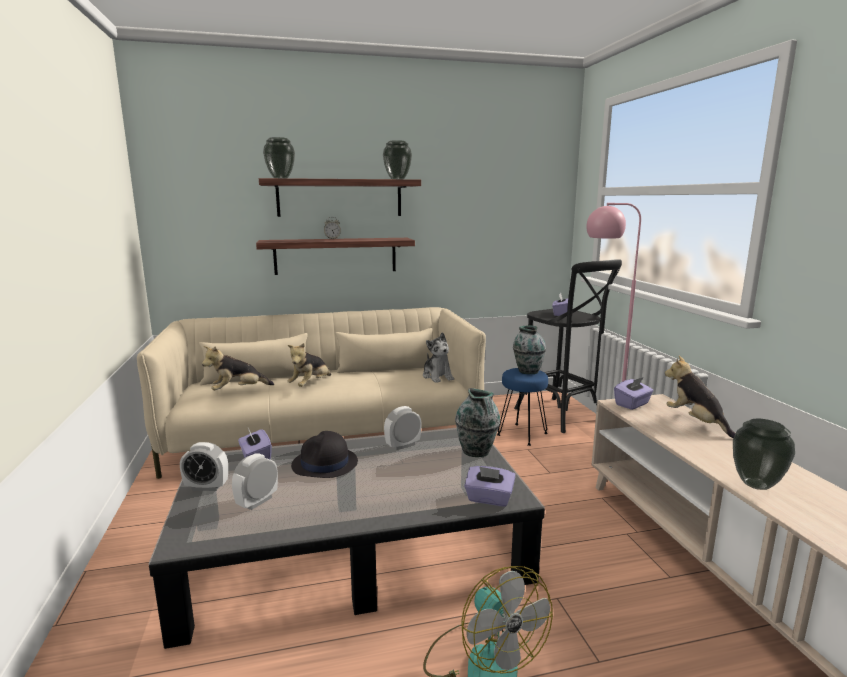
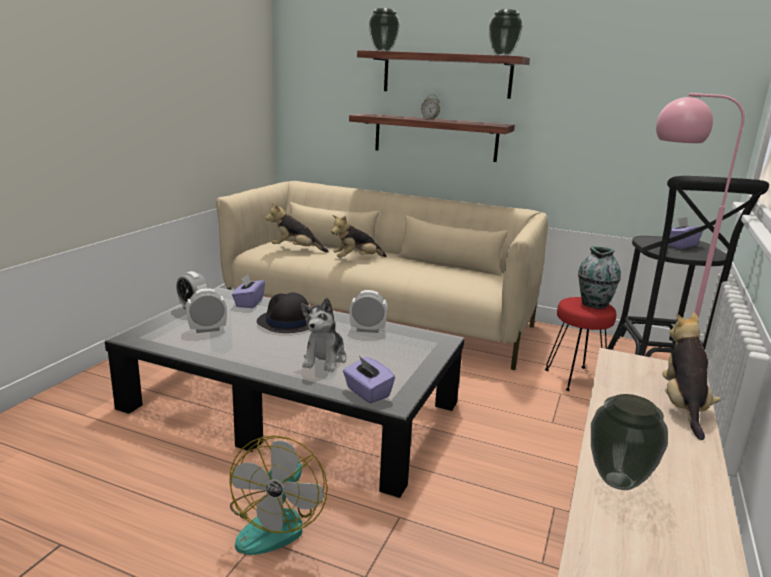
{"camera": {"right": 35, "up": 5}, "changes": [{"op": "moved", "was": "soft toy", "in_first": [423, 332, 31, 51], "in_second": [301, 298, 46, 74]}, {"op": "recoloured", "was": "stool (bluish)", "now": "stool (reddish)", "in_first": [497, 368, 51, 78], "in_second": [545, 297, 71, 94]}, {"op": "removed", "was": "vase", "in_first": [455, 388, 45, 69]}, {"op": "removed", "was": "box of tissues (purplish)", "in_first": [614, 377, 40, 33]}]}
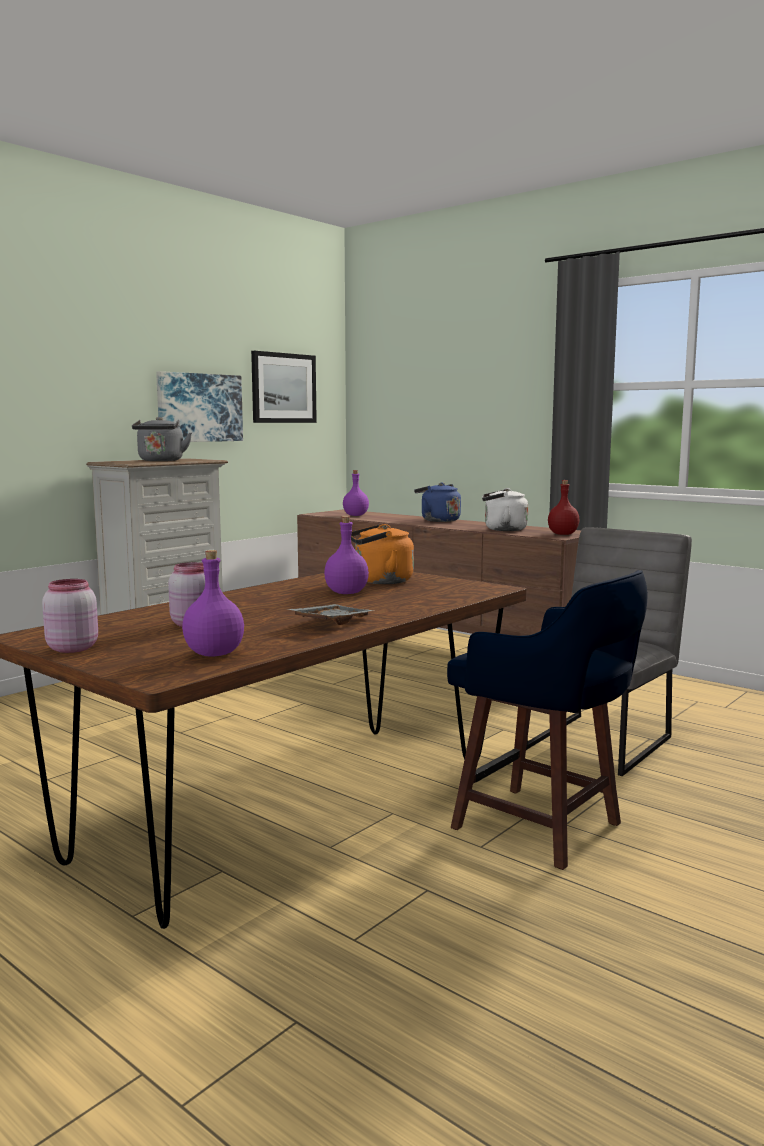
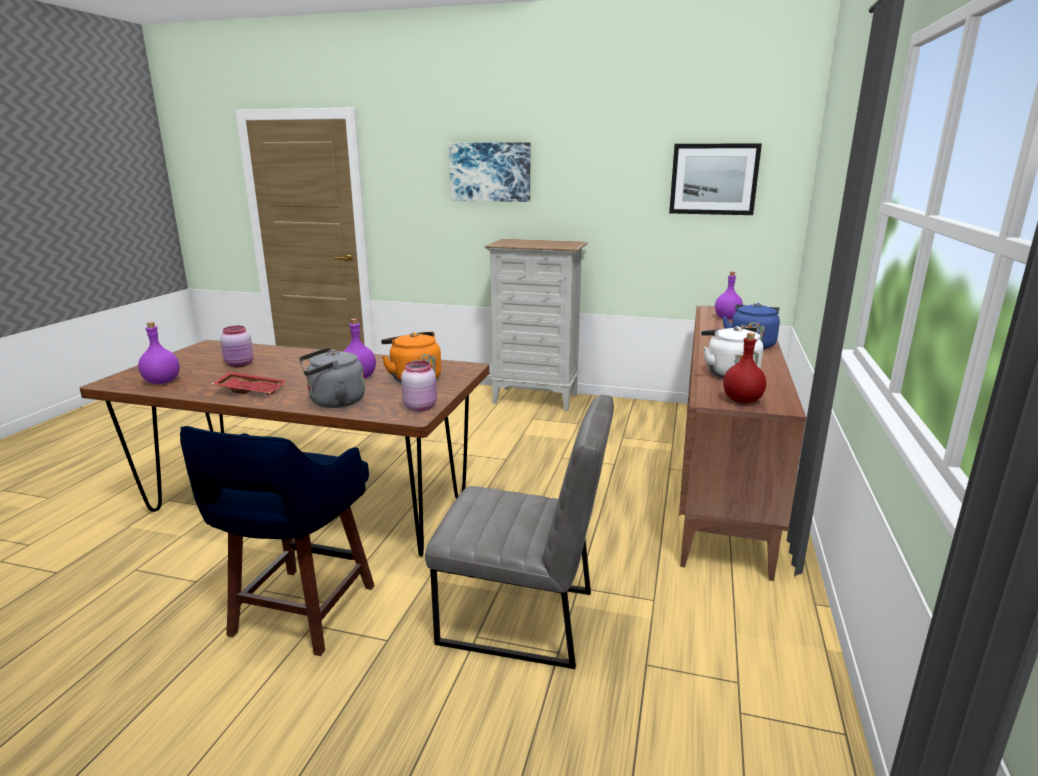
{"camera": {"right": 65, "up": 10}, "changes": [{"op": "recoloured", "was": "carrying tray (gray)", "now": "carrying tray (reddish)", "in_first": [287, 604, 86, 21], "in_second": [212, 372, 75, 23]}, {"op": "moved", "was": "tea kettle (gray)", "in_first": [132, 417, 60, 44], "in_second": [299, 347, 66, 61]}, {"op": "moved", "was": "jar (pink-coloured)", "in_first": [42, 579, 56, 74], "in_second": [401, 361, 36, 51]}, {"op": "moved", "was": "picture", "in_first": [156, 371, 87, 71], "in_second": [449, 142, 81, 60]}]}
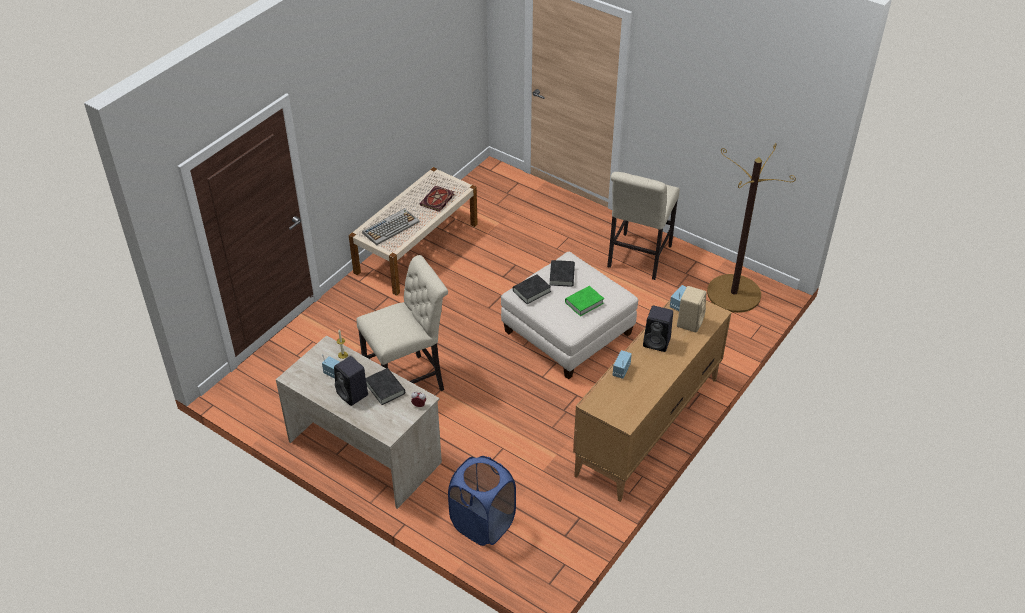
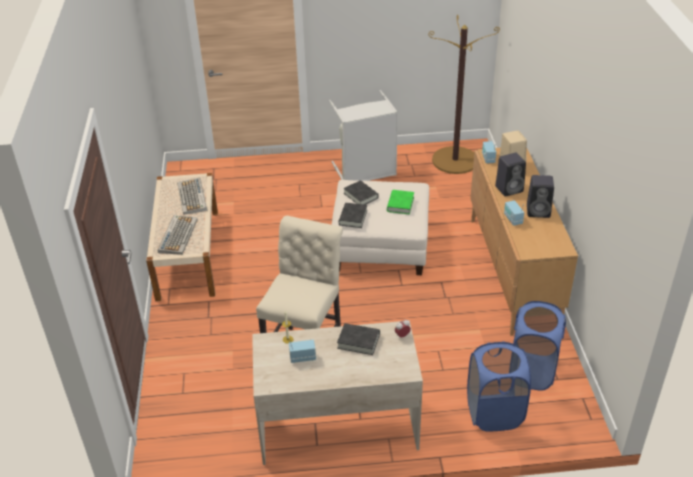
{"camera": {"right": -40, "up": -5}, "changes": [{"op": "replaced", "was": "book", "now": "keyboard", "in_first": [420, 186, 34, 26], "in_second": [177, 177, 31, 38]}, {"op": "replaced", "was": "stool (sand-coloured)", "now": "hamper (gray)", "in_first": [607, 172, 73, 108], "in_second": [329, 90, 69, 91]}, {"op": "added", "now": "hamper (bluish)", "in_second": [513, 301, 53, 90]}, {"op": "moved", "was": "loudspeaker (blackish)", "in_first": [334, 356, 34, 50], "in_second": [527, 175, 27, 43]}]}
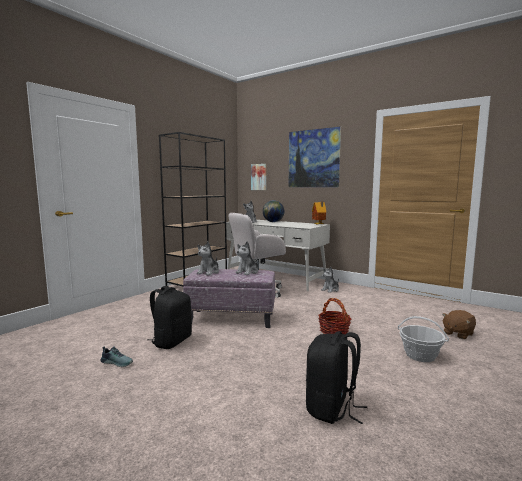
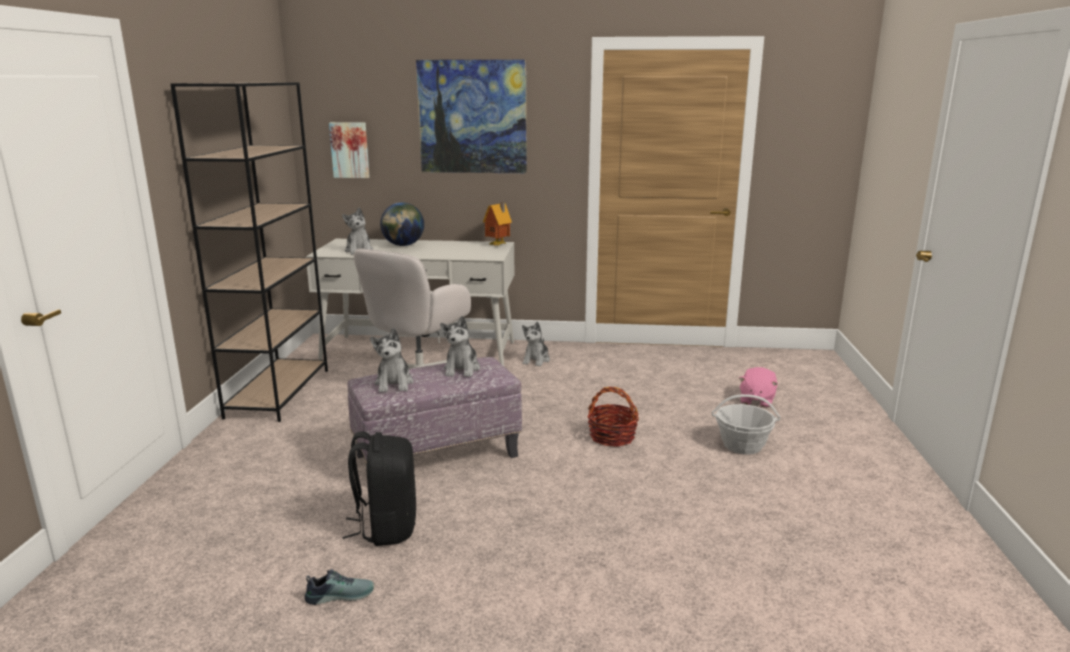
{"camera": {"right": -30, "up": 10}, "changes": [{"op": "recoloured", "was": "soft toy (brownish)", "now": "soft toy (pink-coloured)", "in_first": [442, 310, 34, 29], "in_second": [739, 367, 39, 41]}, {"op": "removed", "was": "rucksack (blackish)", "in_first": [306, 331, 61, 93]}]}
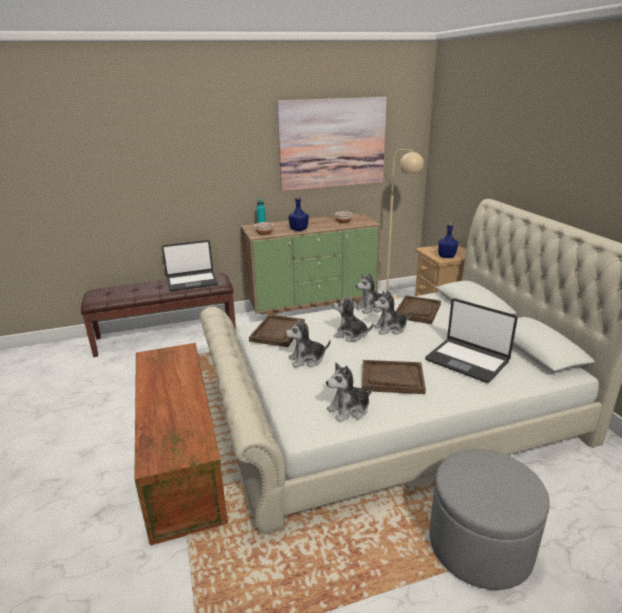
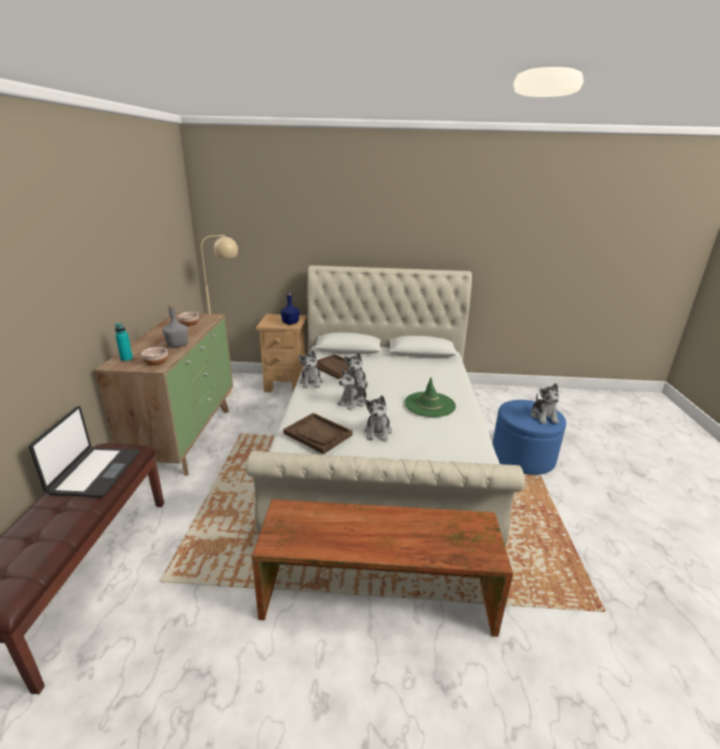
{"camera": {"right": -70, "up": 0}, "changes": [{"op": "recoloured", "was": "drink bottle (bluish)", "now": "drink bottle (gray)", "in_first": [288, 196, 21, 35], "in_second": [162, 305, 26, 42]}, {"op": "replaced", "was": "carrying tray (brownish)", "now": "wearable hat (green)", "in_first": [362, 360, 64, 34], "in_second": [404, 378, 52, 39]}, {"op": "recoloured", "was": "pouffe (gray)", "now": "pouffe (bluish)", "in_first": [429, 449, 121, 141], "in_second": [492, 400, 74, 75]}, {"op": "moved", "was": "soft toy", "in_first": [326, 362, 48, 60], "in_second": [531, 383, 28, 41]}, {"op": "removed", "was": "picture", "in_first": [277, 97, 110, 94]}, {"op": "removed", "was": "notebook computer", "in_first": [425, 298, 92, 85]}]}
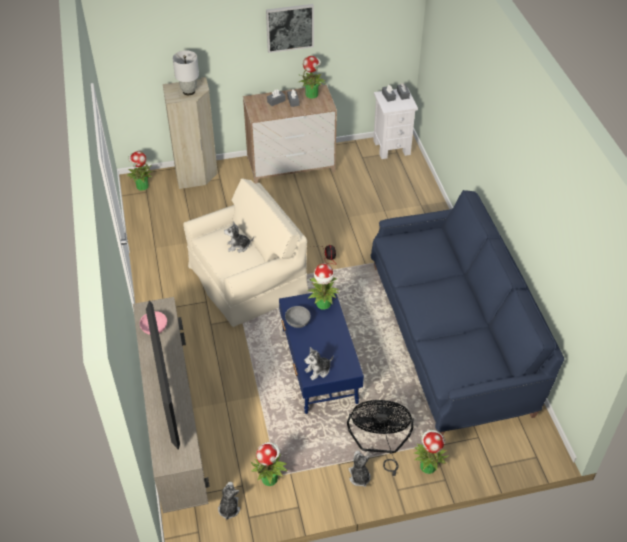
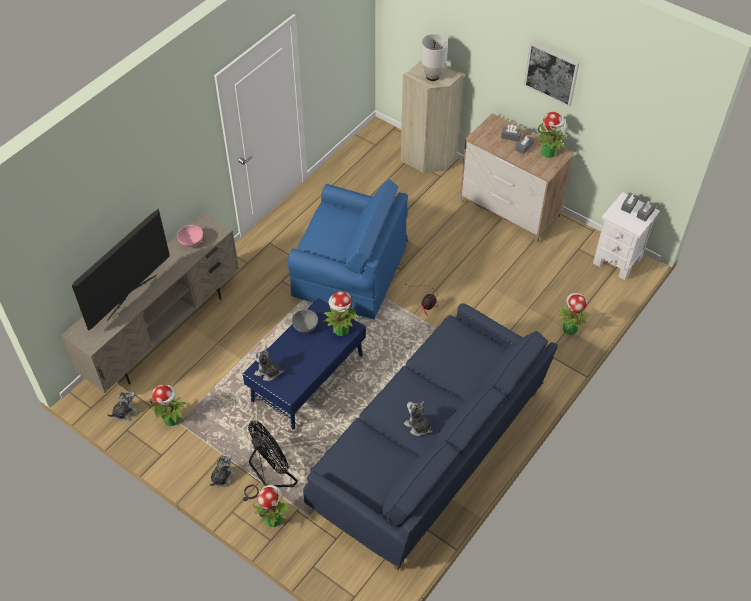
{"camera": {"right": 50, "up": 5}, "changes": [{"op": "recoloured", "was": "armchair (sand-coloured)", "now": "armchair (bluish)", "in_first": [183, 179, 125, 148], "in_second": [287, 180, 121, 139]}, {"op": "moved", "was": "soft toy", "in_first": [224, 221, 30, 32], "in_second": [404, 401, 29, 35]}, {"op": "moved", "was": "houseplant", "in_first": [126, 151, 27, 39], "in_second": [558, 293, 32, 42]}]}
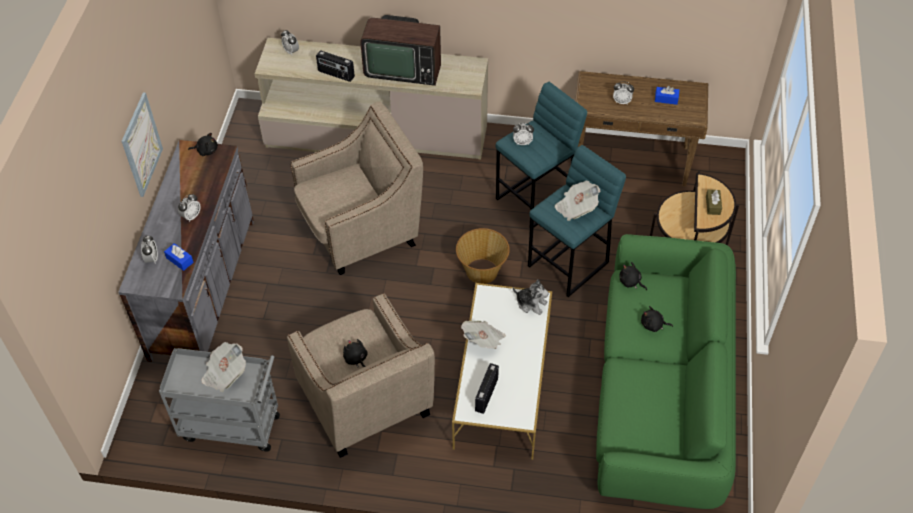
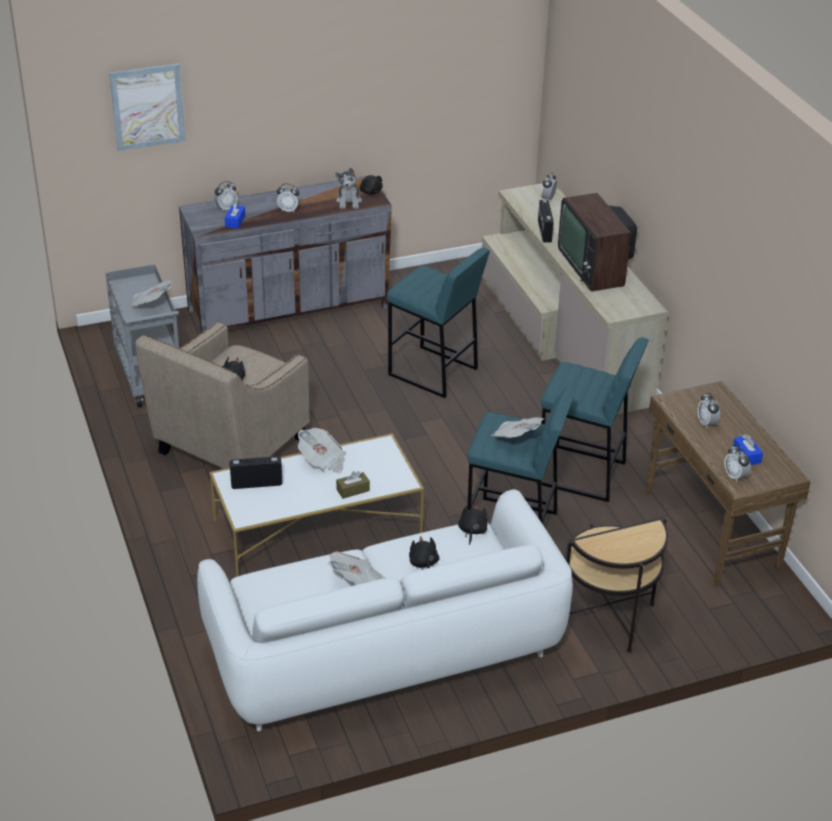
{"camera": {"right": 60, "up": -15}, "changes": [{"op": "moved", "was": "picture", "in_first": [121, 93, 42, 104], "in_second": [109, 64, 76, 87]}, {"op": "recoloured", "was": "sofa (green)", "now": "sofa (whitish)", "in_first": [596, 234, 140, 275], "in_second": [197, 490, 376, 241]}, {"op": "added", "now": "newspaper", "in_second": [328, 551, 58, 33]}, {"op": "moved", "was": "soft toy", "in_first": [513, 280, 36, 35], "in_second": [335, 168, 27, 41]}, {"op": "moved", "was": "box of tissues (brownish)", "in_first": [706, 190, 16, 25], "in_second": [336, 471, 34, 28]}, {"op": "replaced", "was": "armchair (sand-coloured)", "now": "stool (turquoise-coloured)", "in_first": [290, 101, 133, 174], "in_second": [387, 247, 103, 151]}, {"op": "moved", "was": "bedside clock", "in_first": [513, 123, 21, 22], "in_second": [724, 445, 27, 37]}, {"op": "removed", "was": "storage basket", "in_first": [456, 228, 54, 56]}]}
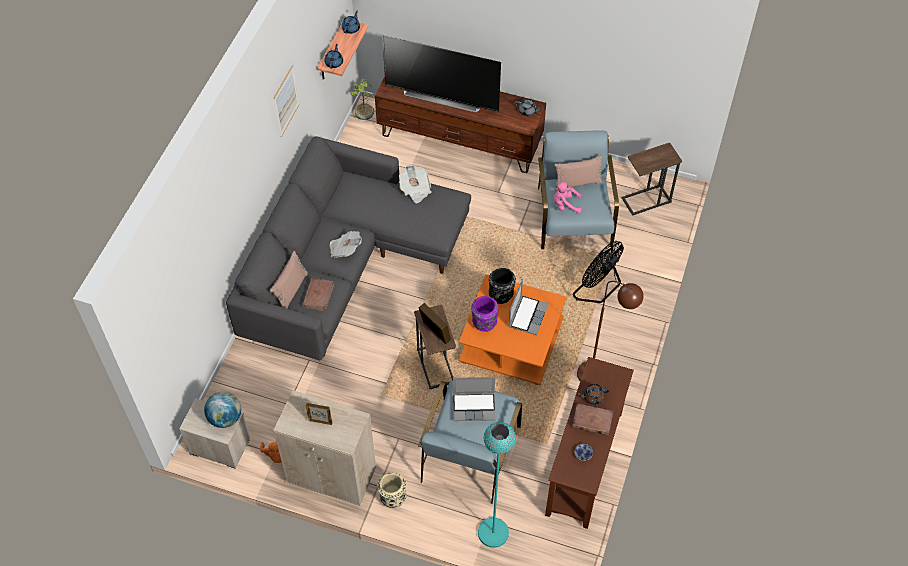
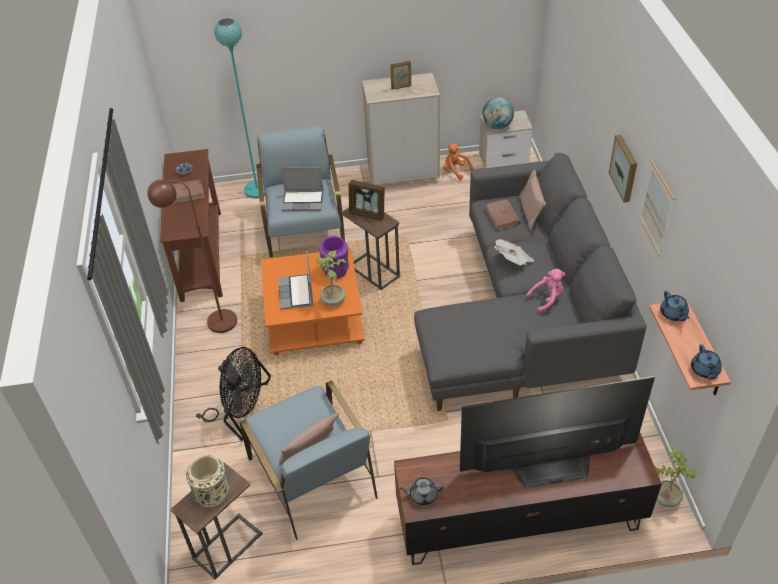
{"camera": {"right": 155, "up": -10}, "changes": [{"op": "moved", "was": "vase (sand-coloured)", "in_first": [378, 472, 29, 36], "in_second": [186, 455, 42, 52]}, {"op": "turned", "was": "notebook computer", "in_first": [453, 377, 43, 44], "in_second": [281, 167, 43, 44], "clockwise": -150}, {"op": "replaced", "was": "vase (blackish)", "now": "houseplant", "in_first": [489, 268, 27, 36], "in_second": [316, 250, 30, 56]}, {"op": "moved", "was": "soft toy (pink-coloured)", "in_first": [554, 182, 27, 31], "in_second": [526, 269, 40, 44]}, {"op": "added", "now": "picture", "in_second": [608, 135, 29, 68]}, {"op": "removed", "was": "newspaper", "in_first": [399, 165, 33, 38]}, {"op": "removed", "was": "pot for tea (brownish)", "in_first": [577, 384, 33, 21]}]}
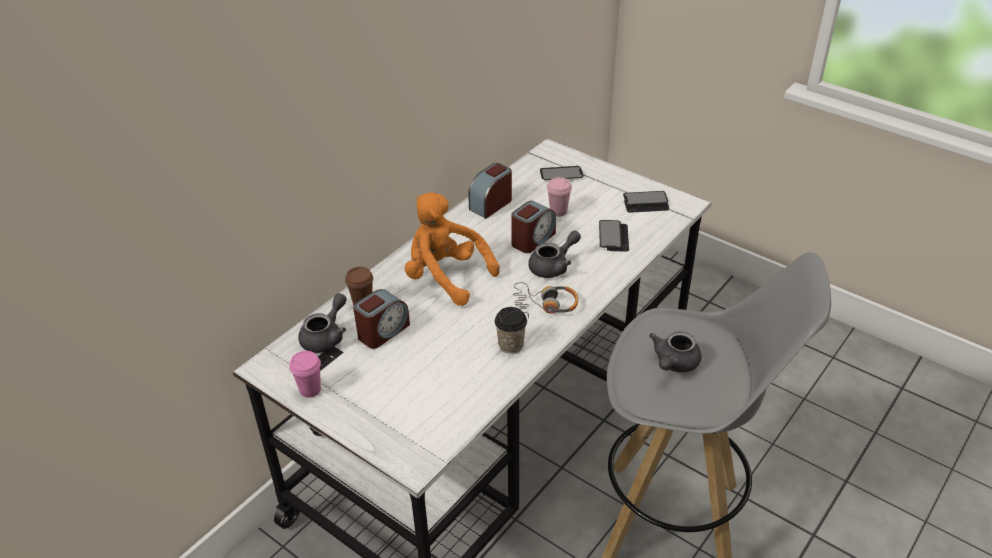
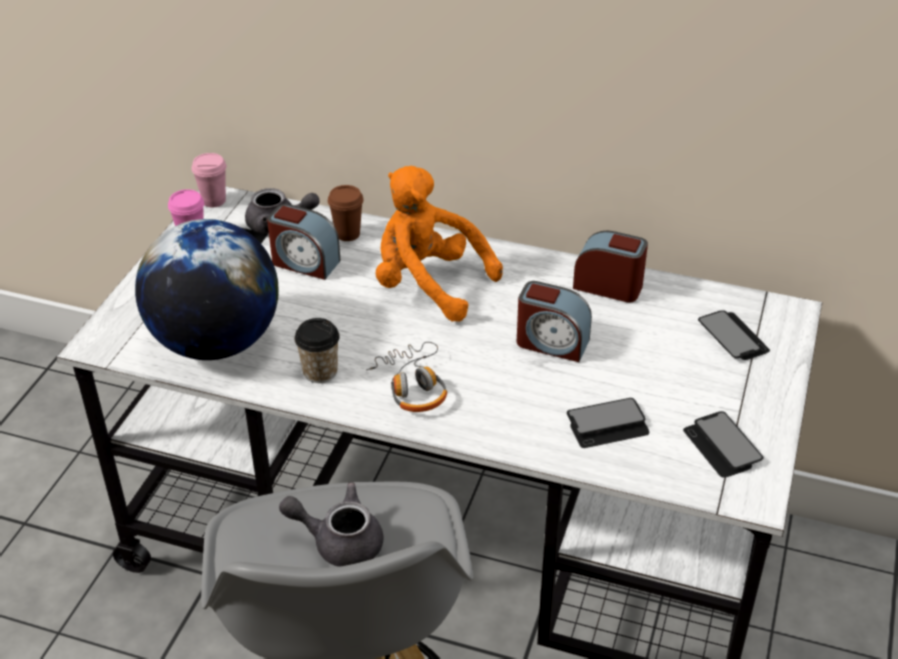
{"camera": {"right": 70, "up": 0}, "changes": [{"op": "added", "now": "world globe", "in_second": [135, 219, 144, 141]}, {"op": "moved", "was": "drinking cup (pink-coloured)", "in_first": [547, 177, 25, 40], "in_second": [192, 153, 34, 55]}, {"op": "turned", "was": "soft toy (orange-coloured)", "in_first": [405, 192, 95, 114], "in_second": [376, 166, 127, 156], "clockwise": -75}, {"op": "removed", "was": "pot for tea (gray)", "in_first": [528, 230, 53, 48]}]}
